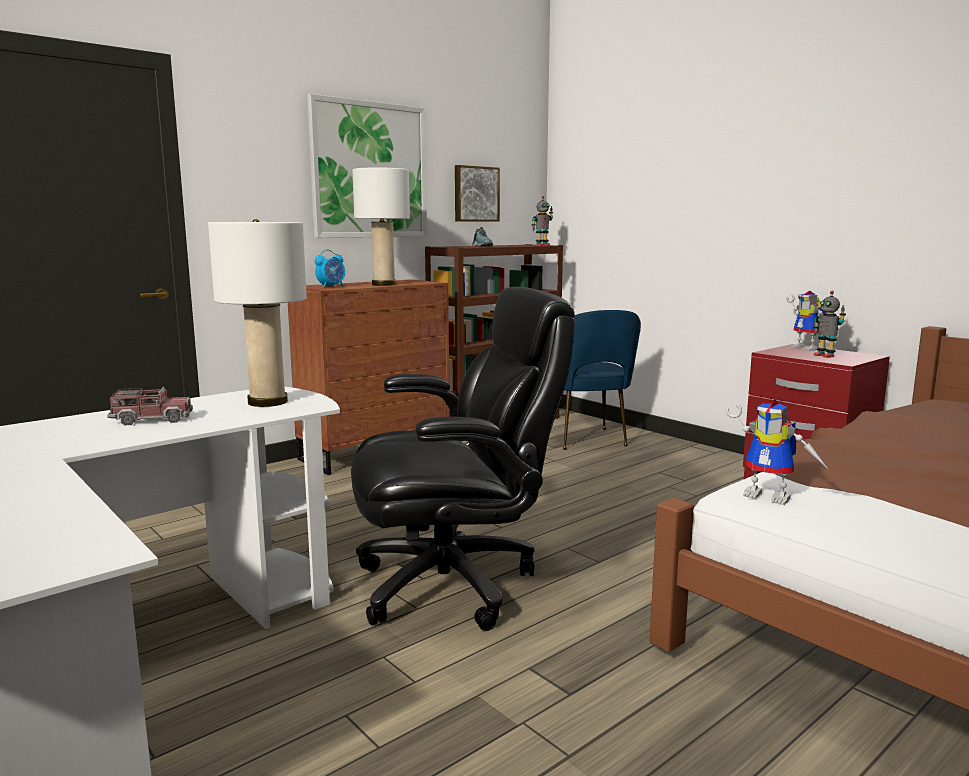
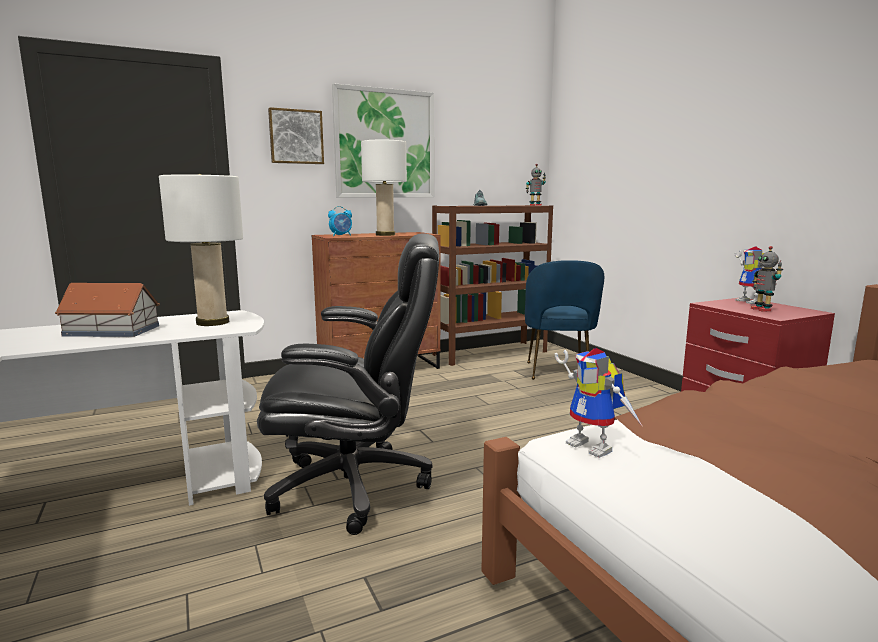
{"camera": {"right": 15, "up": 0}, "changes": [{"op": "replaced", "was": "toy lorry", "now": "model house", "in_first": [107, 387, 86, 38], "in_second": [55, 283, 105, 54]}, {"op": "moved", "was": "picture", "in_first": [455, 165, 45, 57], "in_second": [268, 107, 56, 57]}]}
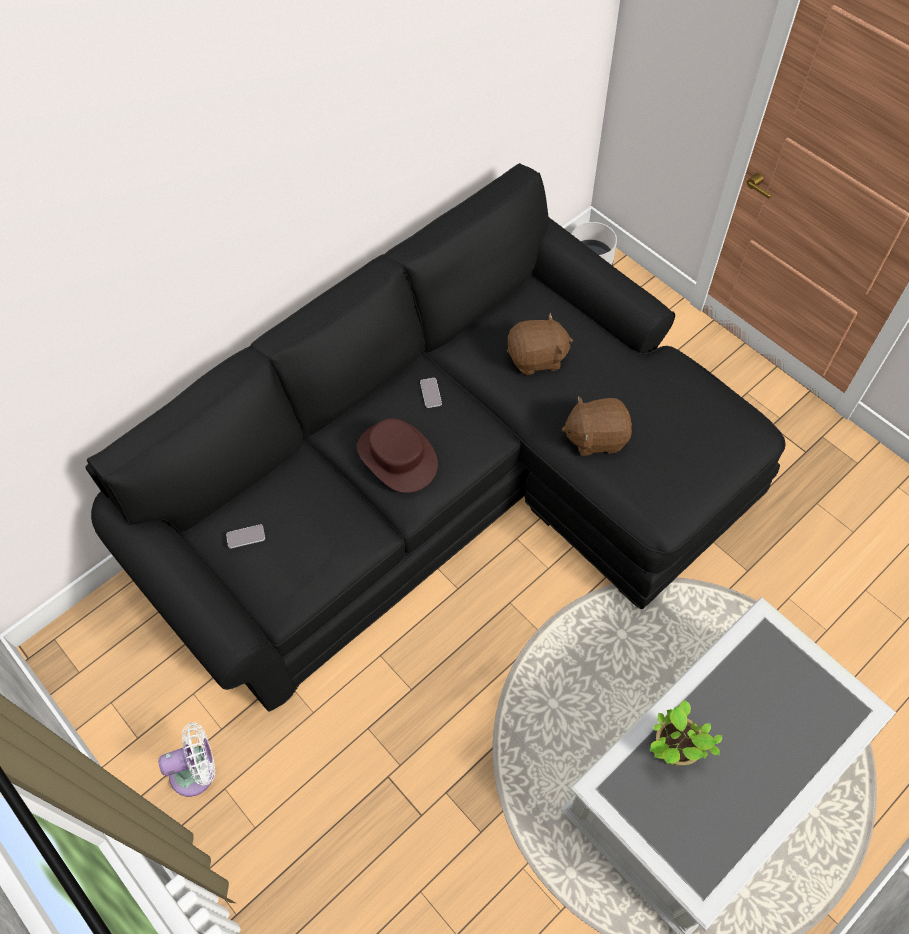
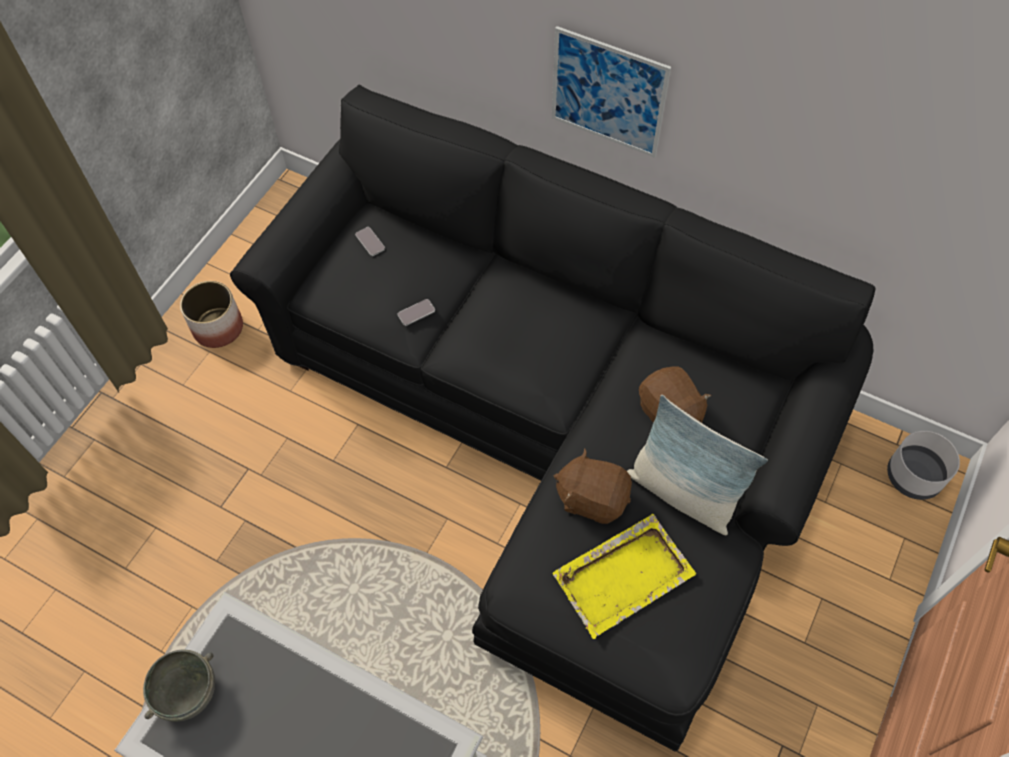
{"camera": {"right": 70, "up": 0}, "changes": [{"op": "added", "now": "serving bowl (gray)", "in_second": [143, 649, 72, 73]}, {"op": "replaced", "was": "electric fan (whitish)", "now": "planter", "in_first": [158, 722, 57, 75], "in_second": [180, 281, 63, 67]}, {"op": "moved", "was": "handset", "in_first": [420, 378, 22, 30], "in_second": [397, 299, 38, 27]}, {"op": "added", "now": "picture", "in_second": [552, 26, 119, 132]}, {"op": "added", "now": "carrying tray (yellow-coloured)", "in_second": [552, 514, 144, 125]}, {"op": "turned", "was": "soft toy (brownish)", "in_first": [562, 396, 70, 60], "in_second": [554, 448, 78, 76], "clockwise": -45}, {"op": "added", "now": "cushion", "in_second": [627, 395, 141, 140]}, {"op": "removed", "was": "wearable hat (brownish)", "in_first": [357, 418, 81, 75]}, {"op": "removed", "was": "houseplant", "in_first": [650, 699, 72, 67]}]}
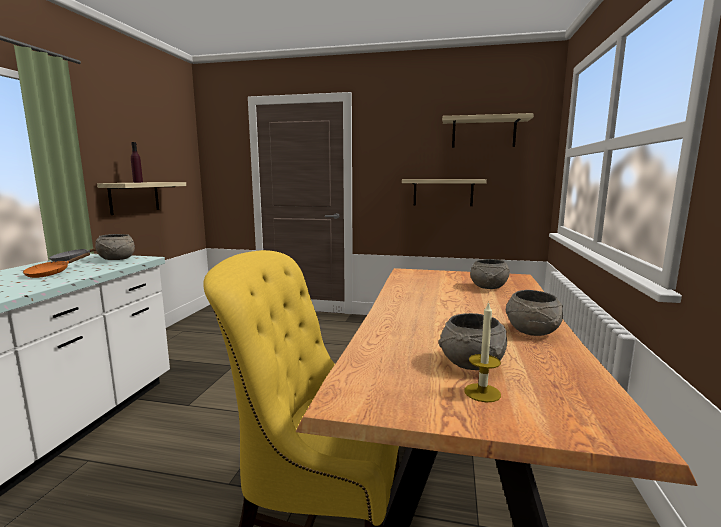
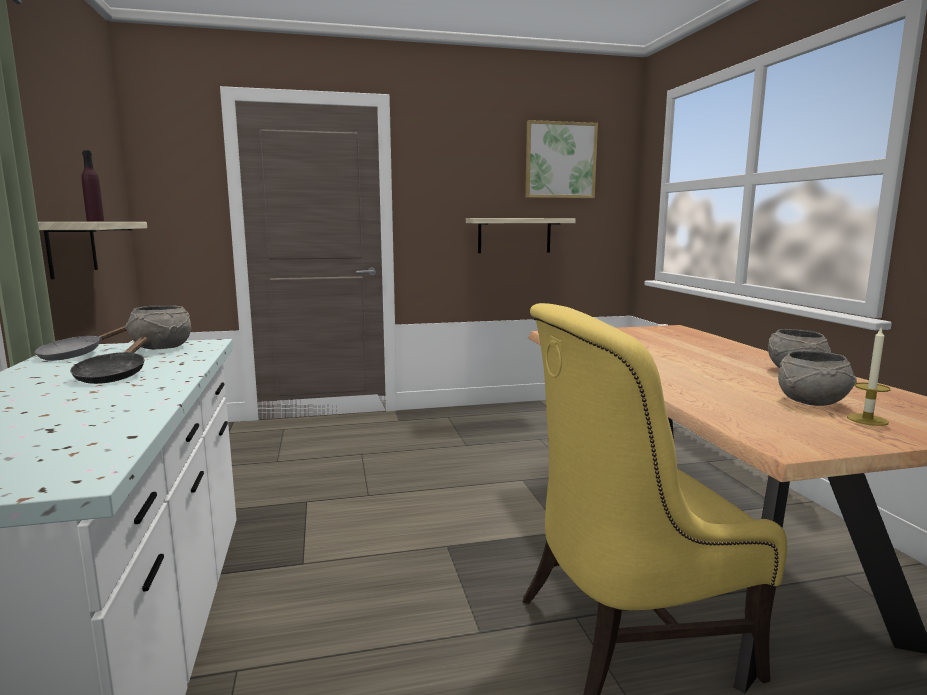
{"camera": {"right": -25, "up": 0}, "changes": [{"op": "recoloured", "was": "frying pan (orange-coloured)", "now": "frying pan (blackish)", "in_first": [23, 253, 67, 25], "in_second": [70, 337, 77, 47]}, {"op": "replaced", "was": "wall shelf", "now": "picture", "in_first": [442, 113, 92, 35], "in_second": [525, 120, 73, 78]}, {"op": "removed", "was": "serving bowl (gray)", "in_first": [470, 259, 40, 30]}]}
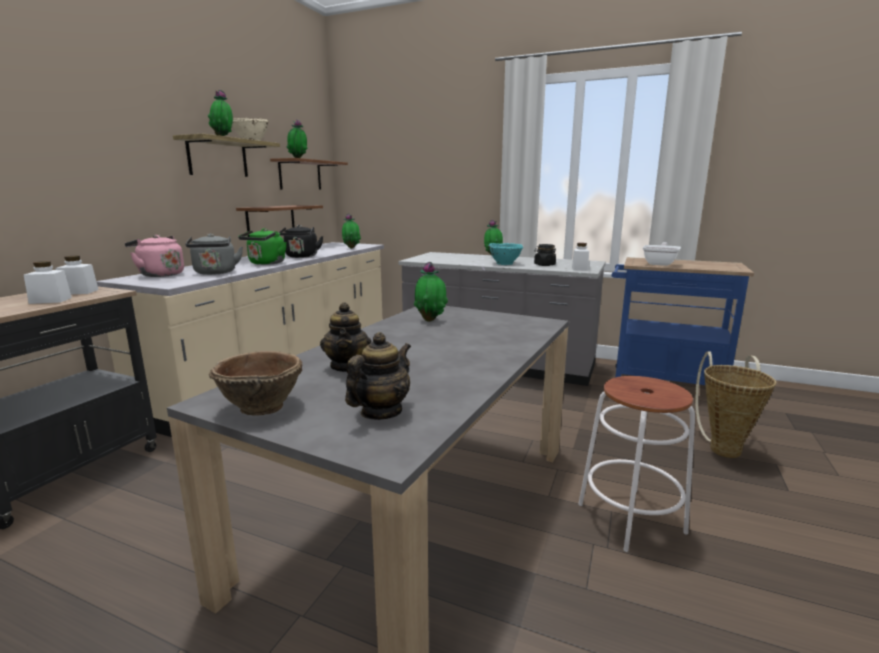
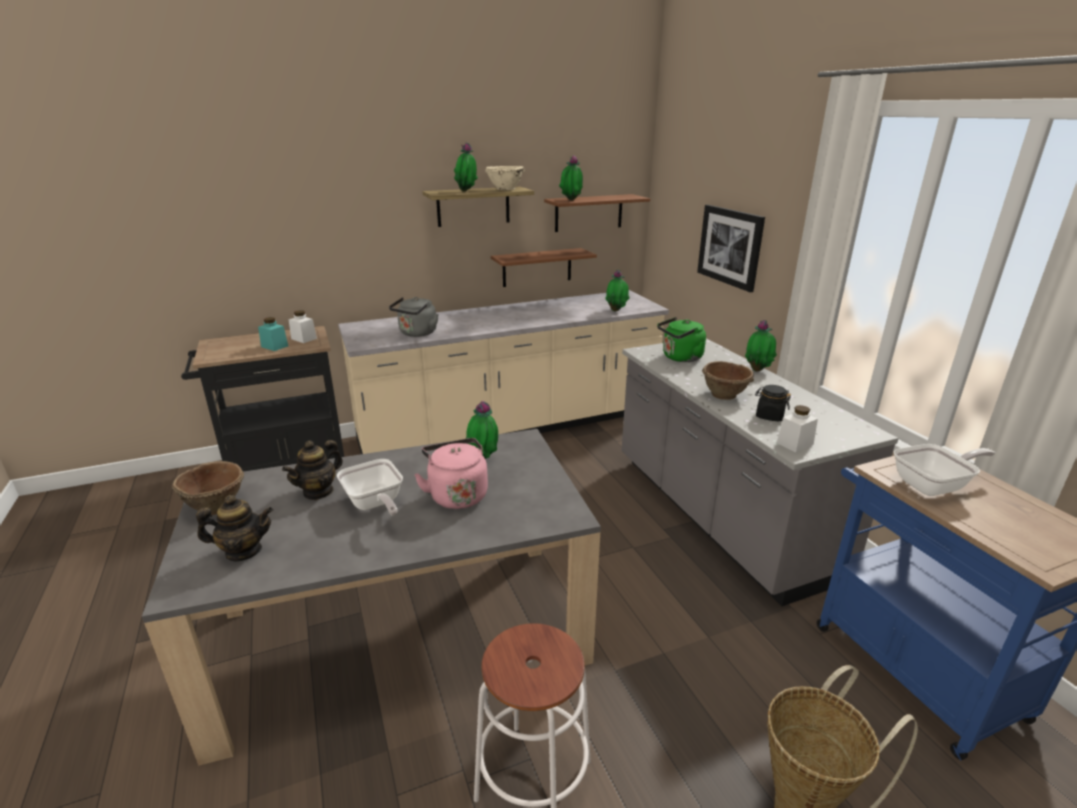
{"camera": {"right": 45, "up": 10}, "changes": [{"op": "recoloured", "was": "jar (whitish)", "now": "jar (turquoise-coloured)", "in_first": [24, 261, 48, 43], "in_second": [258, 317, 30, 34]}, {"op": "added", "now": "frying pan", "in_second": [337, 459, 66, 57]}, {"op": "moved", "was": "tea kettle (pink-coloured)", "in_first": [125, 235, 59, 42], "in_second": [414, 438, 74, 71]}, {"op": "moved", "was": "tea kettle (green)", "in_first": [238, 228, 49, 37], "in_second": [657, 317, 49, 45]}, {"op": "added", "now": "picture", "in_second": [697, 205, 68, 87]}, {"op": "recoloured", "was": "serving bowl (turquoise-coloured)", "now": "serving bowl (brownish)", "in_first": [488, 243, 35, 22], "in_second": [702, 361, 52, 39]}, {"op": "removed", "was": "tea kettle (blackish)", "in_first": [279, 225, 44, 33]}]}
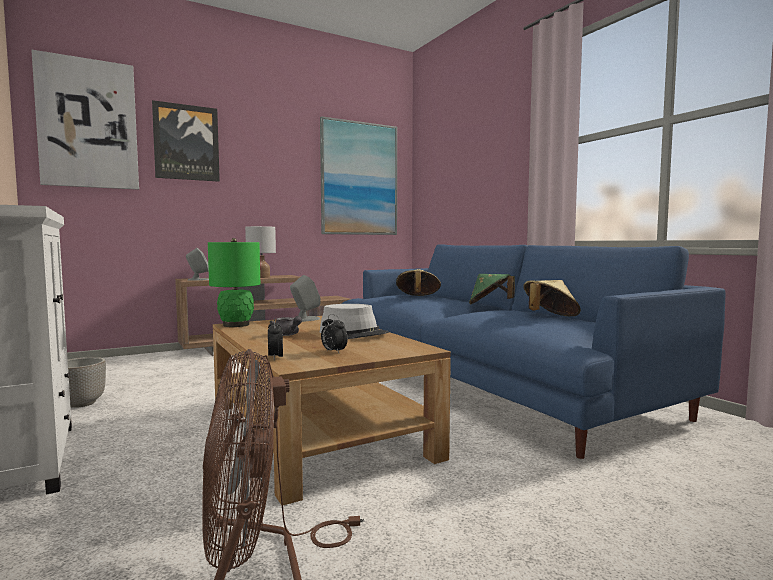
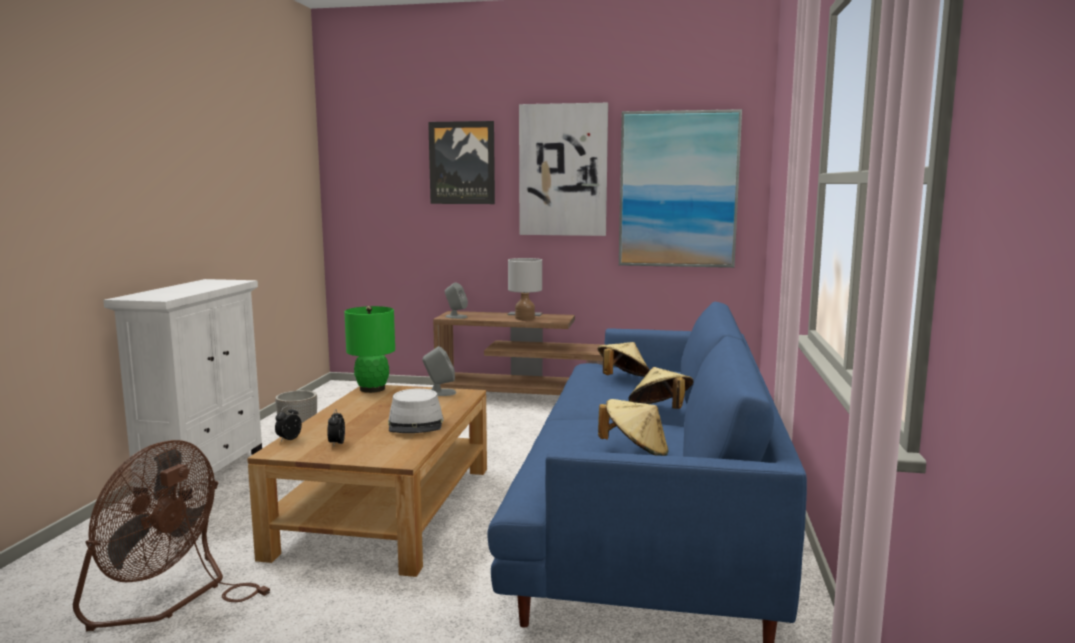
{"camera": {"right": 40, "up": 5}, "changes": [{"op": "moved", "was": "picture", "in_first": [31, 50, 108, 140], "in_second": [519, 103, 89, 133]}, {"op": "recoloured", "was": "wearable hat (green)", "now": "wearable hat (sand-coloured)", "in_first": [469, 274, 46, 31], "in_second": [629, 367, 64, 42]}, {"op": "removed", "was": "pot for tea (gray)", "in_first": [270, 316, 32, 20]}]}
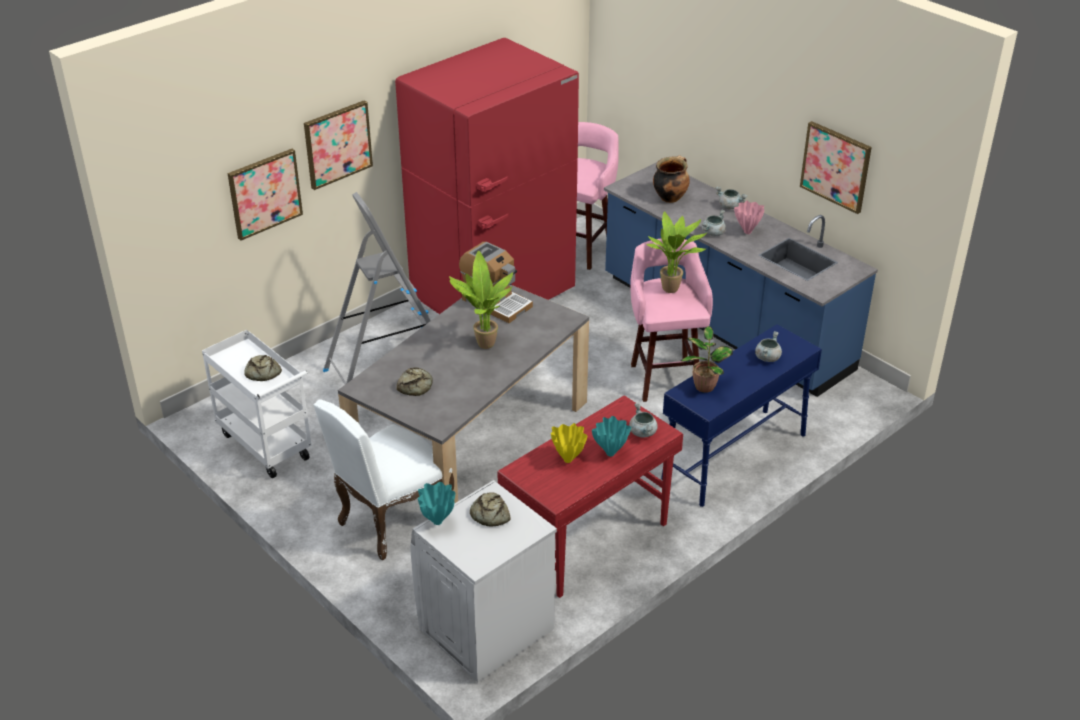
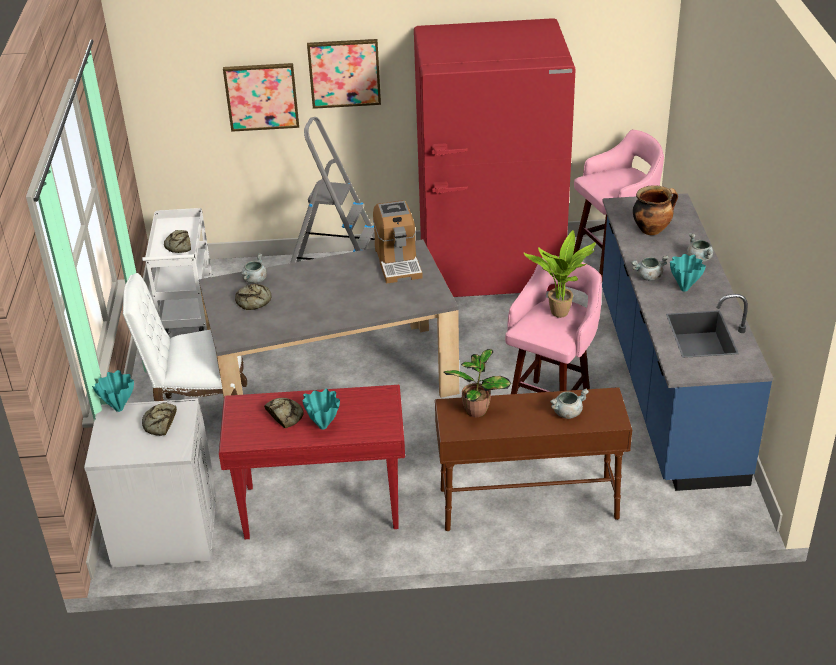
{"camera": {"right": 40, "up": 0}, "changes": [{"op": "moved", "was": "stockpot (gray)", "in_first": [629, 403, 29, 35], "in_second": [241, 253, 26, 30]}, {"op": "replaced", "was": "vase (yellow-coloured)", "now": "baked bread", "in_first": [551, 423, 36, 40], "in_second": [264, 398, 40, 30]}, {"op": "recoloured", "was": "console table (bluish)", "now": "console table (brownish)", "in_first": [661, 324, 161, 183], "in_second": [435, 387, 197, 144]}, {"op": "recoloured", "was": "vase (pink-coloured)", "now": "vase (turquoise-coloured)", "in_first": [734, 201, 30, 33], "in_second": [670, 254, 36, 38]}, {"op": "removed", "was": "houseplant", "in_first": [449, 251, 64, 98]}, {"op": "removed", "was": "picture", "in_first": [800, 121, 72, 93]}]}
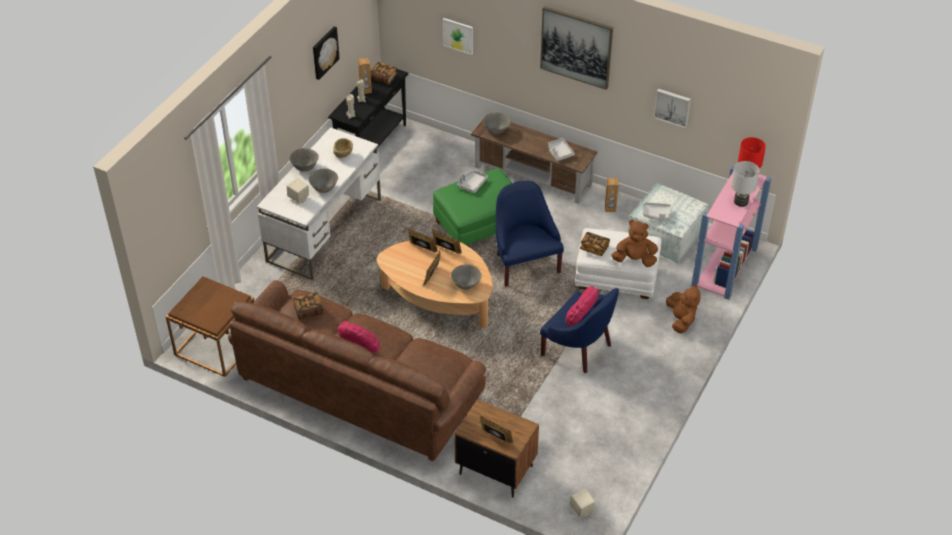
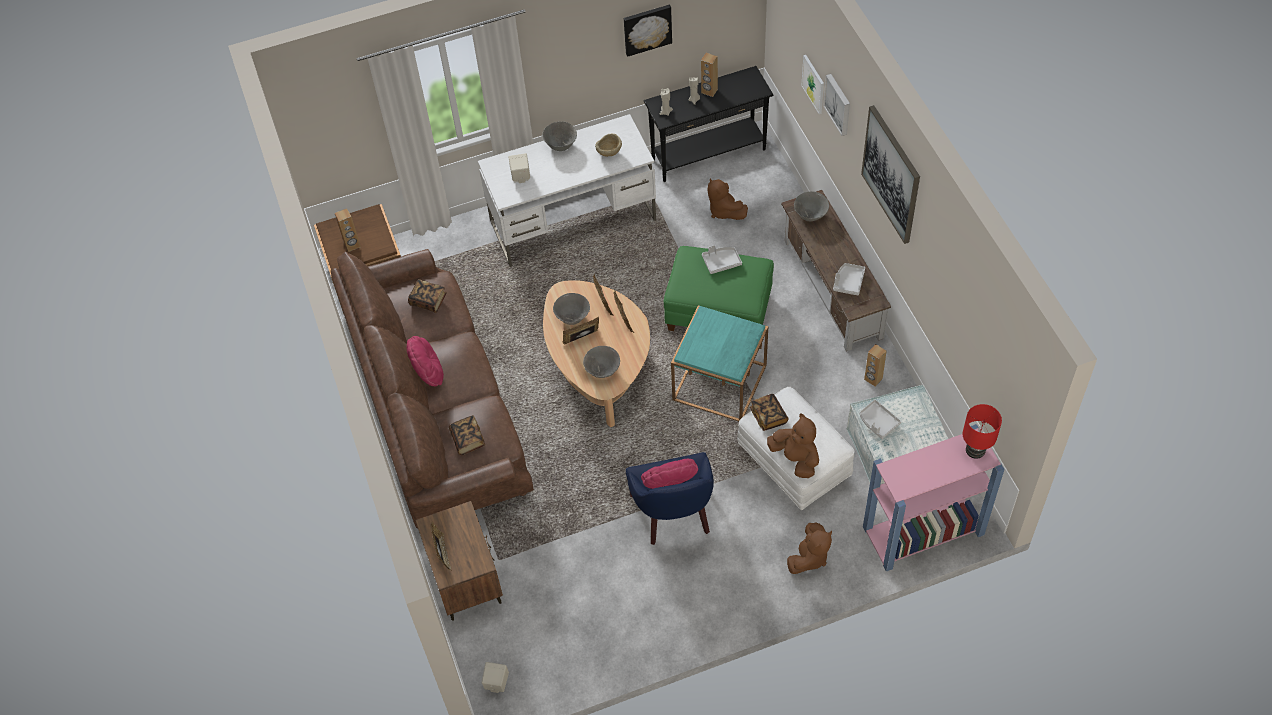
{"camera": {"right": 45, "up": 10}, "changes": [{"op": "added", "now": "loudspeaker (brownish)", "in_second": [335, 208, 26, 44]}, {"op": "moved", "was": "book", "in_first": [370, 62, 28, 23], "in_second": [449, 415, 36, 40]}, {"op": "moved", "was": "serving bowl (gray)", "in_first": [308, 169, 30, 24], "in_second": [553, 293, 37, 32]}, {"op": "replaced", "was": "armchair (bluish)", "now": "end table (turquoise-coloured)", "in_first": [496, 181, 68, 106], "in_second": [671, 305, 97, 116]}, {"op": "added", "now": "soft toy (brownish)", "in_second": [707, 178, 41, 42]}, {"op": "moved", "was": "picture", "in_first": [654, 89, 37, 39], "in_second": [823, 74, 27, 62]}, {"op": "removed", "was": "tabletop lamp (gray)", "in_first": [731, 161, 29, 46]}]}
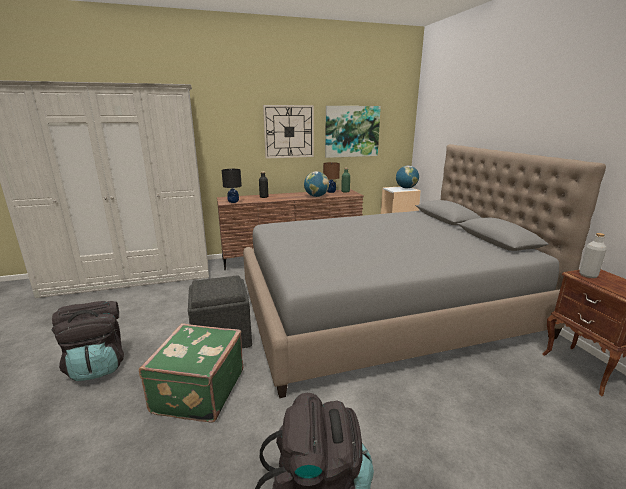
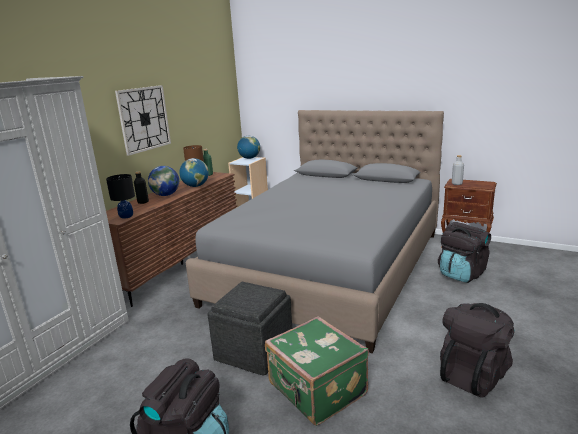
{"camera": {"right": -45, "up": 0}, "changes": [{"op": "added", "now": "world globe", "in_second": [148, 166, 31, 30]}, {"op": "added", "now": "rucksack (blackish)", "in_second": [438, 222, 53, 61]}, {"op": "removed", "was": "picture", "in_first": [325, 106, 56, 52]}]}
